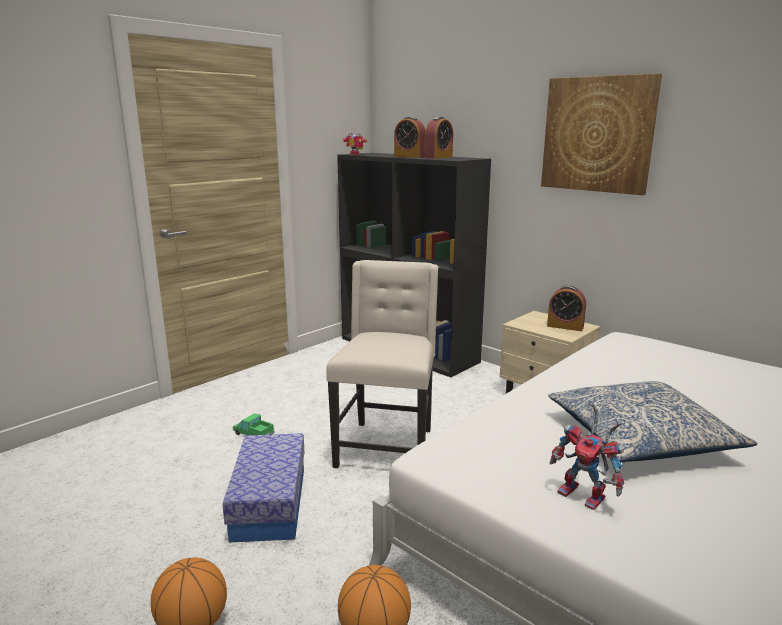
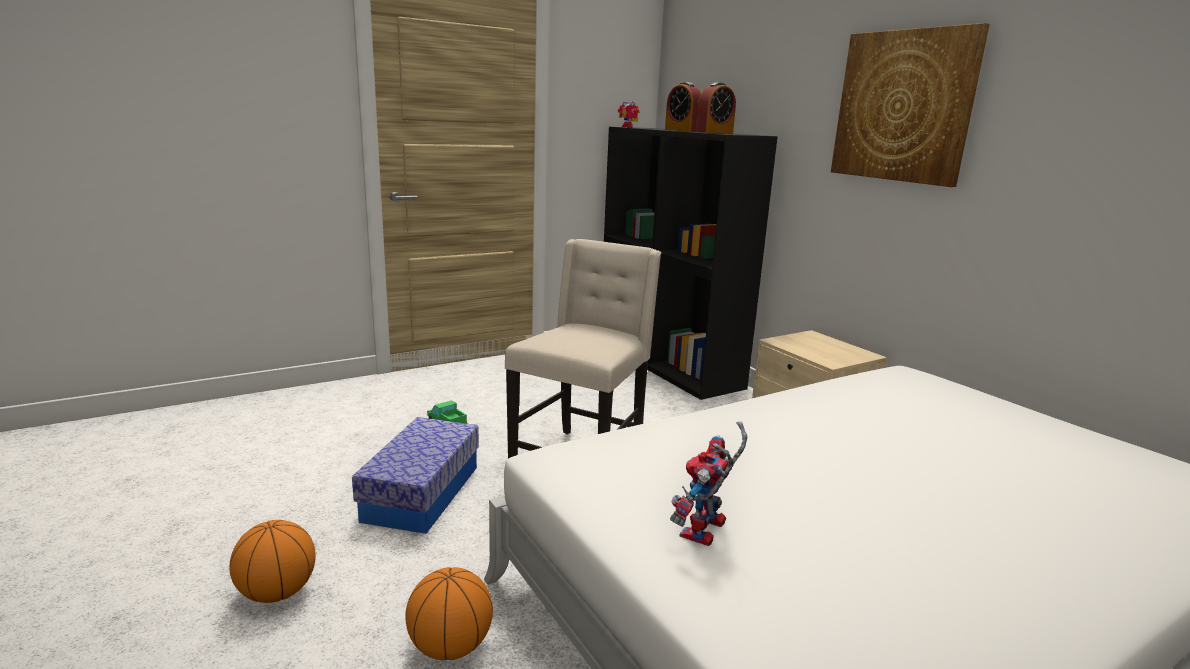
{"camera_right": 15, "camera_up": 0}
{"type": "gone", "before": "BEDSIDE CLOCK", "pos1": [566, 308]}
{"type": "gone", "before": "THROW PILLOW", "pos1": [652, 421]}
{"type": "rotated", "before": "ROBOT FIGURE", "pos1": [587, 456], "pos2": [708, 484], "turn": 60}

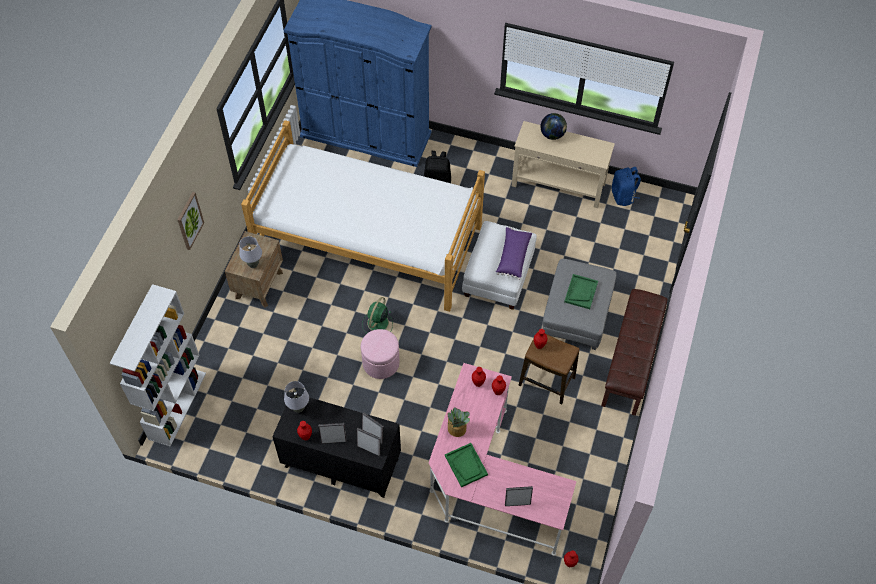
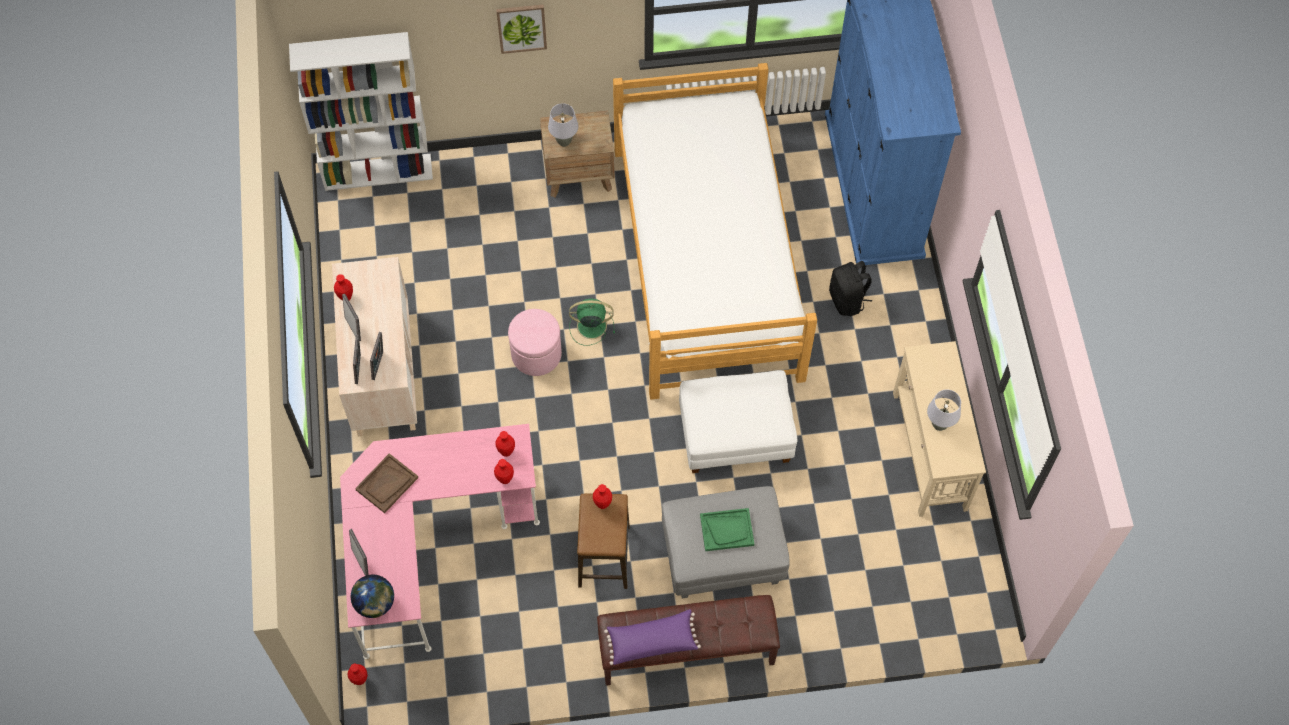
{"camera_right": 65, "camera_up": 5}
{"type": "repainted", "before": "BLACK-COLOURED CHEST OF DRAWERS", "after": "BEIGE CHEST OF DRAWERS", "pos1": [336, 445], "pos2": [374, 347]}
{"type": "shifted", "before": "GREYISH TABLETOP LAMP", "pos1": [296, 397], "pos2": [944, 410]}
{"type": "repainted", "before": "GREEN TRAY", "after": "BROWN-COLOURED TRAY", "pos1": [466, 465], "pos2": [386, 483]}
{"type": "gone", "before": "POTTED PLANT", "pos1": [459, 422]}
{"type": "shifted", "before": "PURPLE-COLOURED THROW PILLOW", "pos1": [514, 253], "pos2": [652, 637]}
{"type": "shifted", "before": "WORLD GLOBE", "pos1": [553, 126], "pos2": [372, 596]}
{"type": "gone", "before": "BLUISH KNAPSACK", "pos1": [626, 186]}

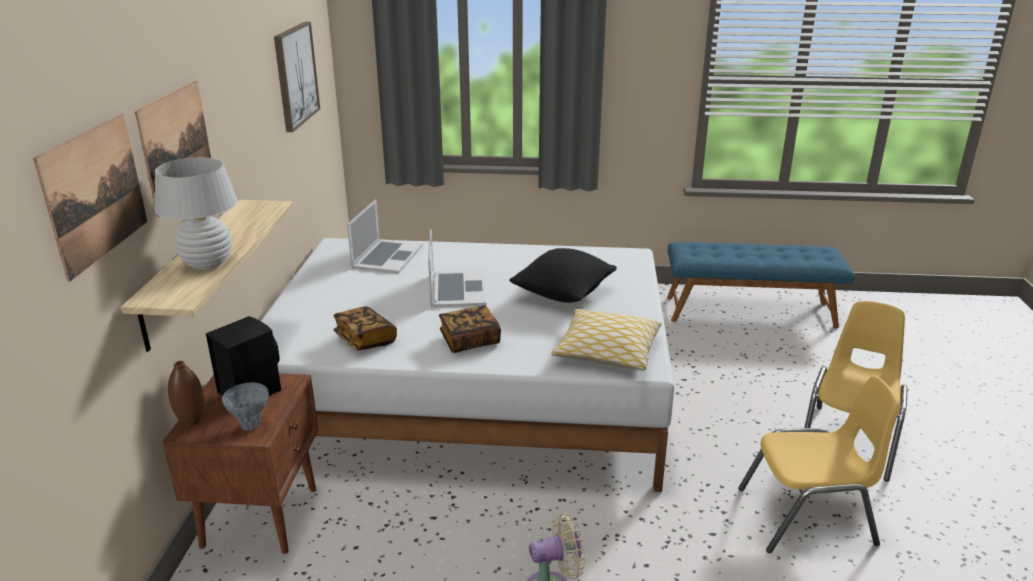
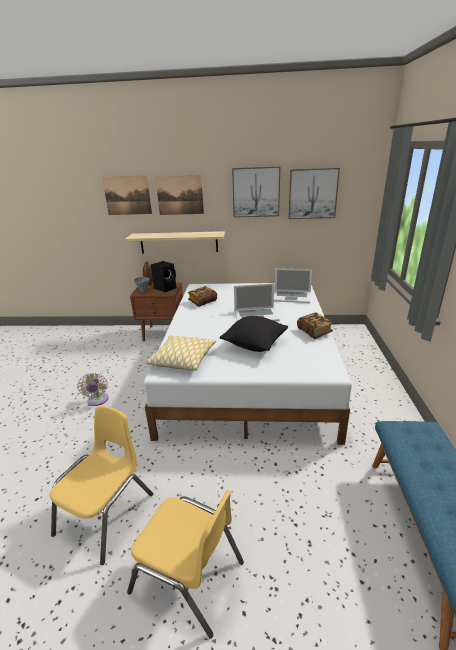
{"camera_right": 90, "camera_up": 0}
{"type": "gone", "before": "WHITE TABLETOP LAMP", "pos1": [196, 213]}
{"type": "shifted", "before": "BOUND BOOK", "pos1": [470, 329], "pos2": [315, 325]}
{"type": "rotated", "before": "YELLOW-COLOURED PLAIN CHAIR", "pos1": [819, 464], "pos2": [101, 485], "turn": -150}
{"type": "new", "after": "WALL PICTURE", "pos2": [256, 192]}

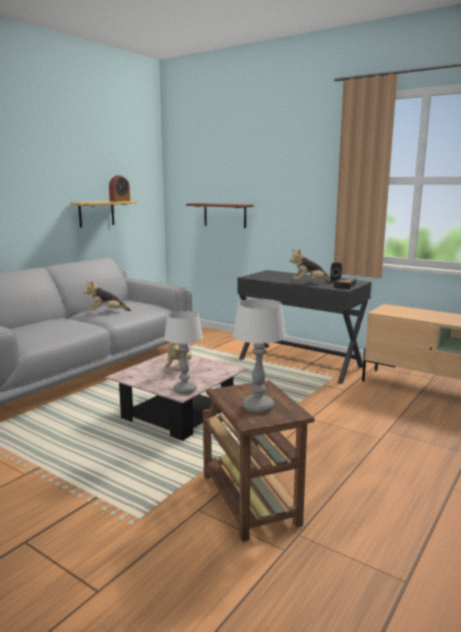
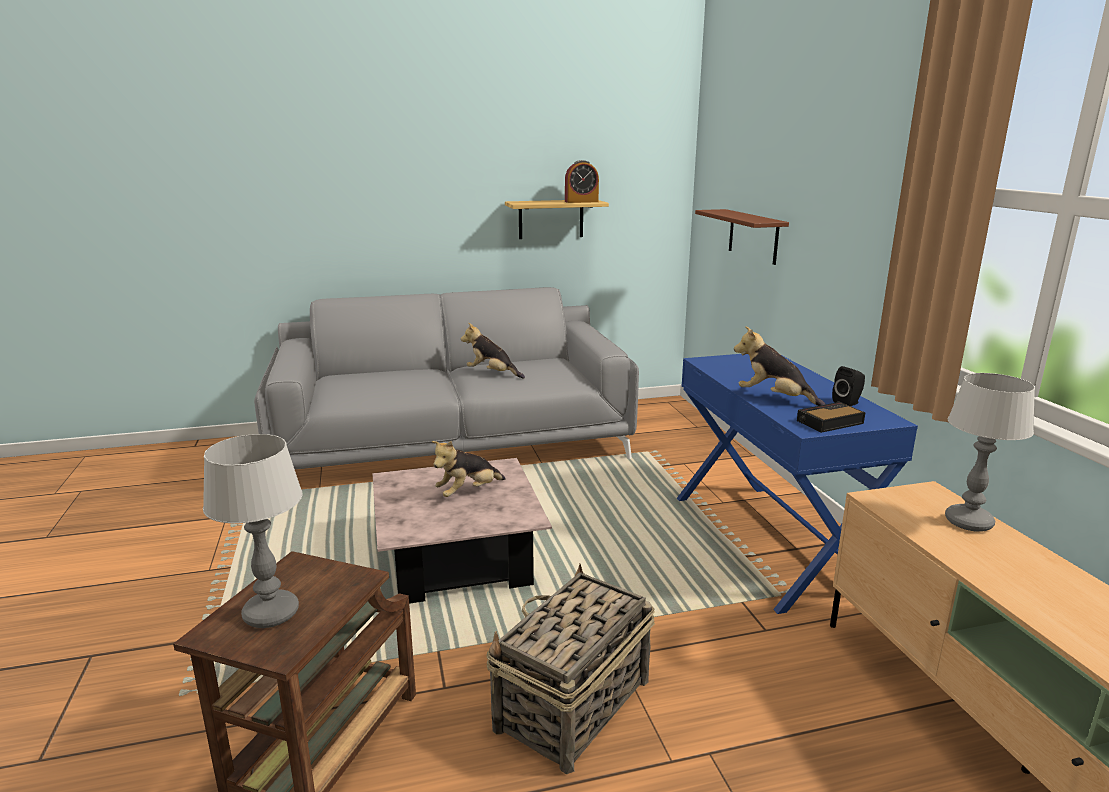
{"camera_right": 40, "camera_up": 5}
{"type": "shifted", "before": "TABLETOP LAMP", "pos1": [183, 352], "pos2": [990, 452]}
{"type": "repainted", "before": "BLACK-COLOURED DESK", "after": "BLUISH DESK", "pos1": [304, 327], "pos2": [797, 484]}
{"type": "new", "after": "BASKET", "pos2": [570, 669]}

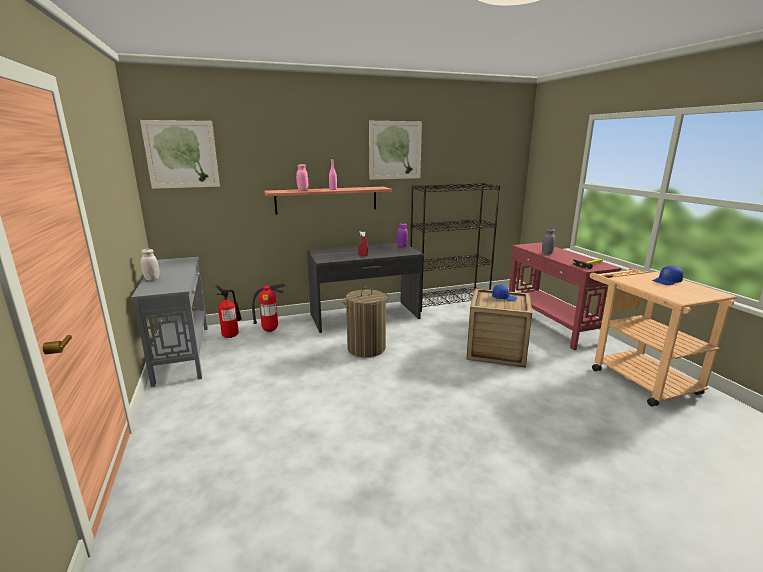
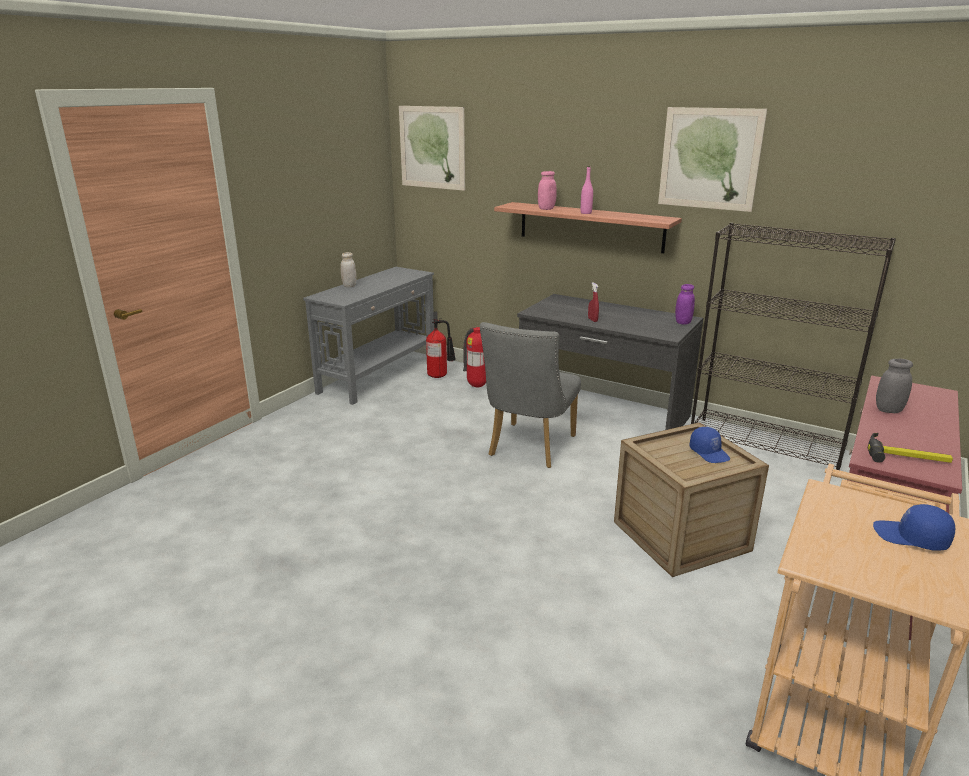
{"camera_right": 50, "camera_up": 5}
{"type": "swapped", "before": "HAMPER", "after": "GREYISH PLAIN CHAIR", "pos1": [365, 322], "pos2": [530, 395]}

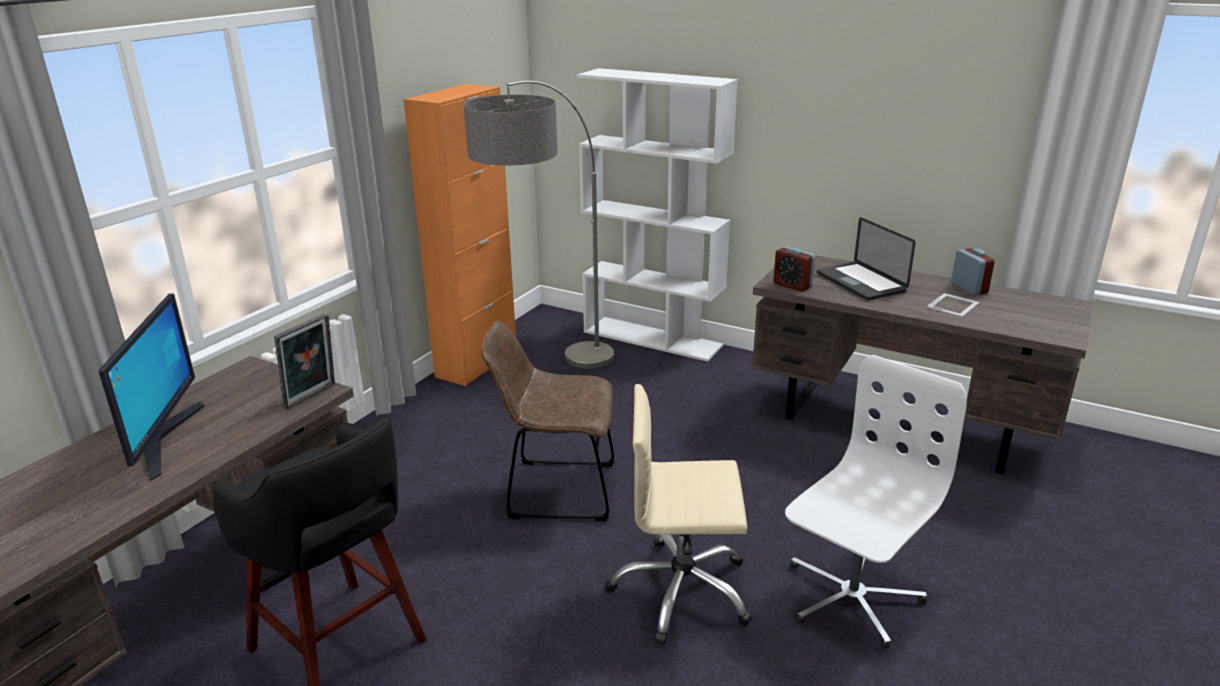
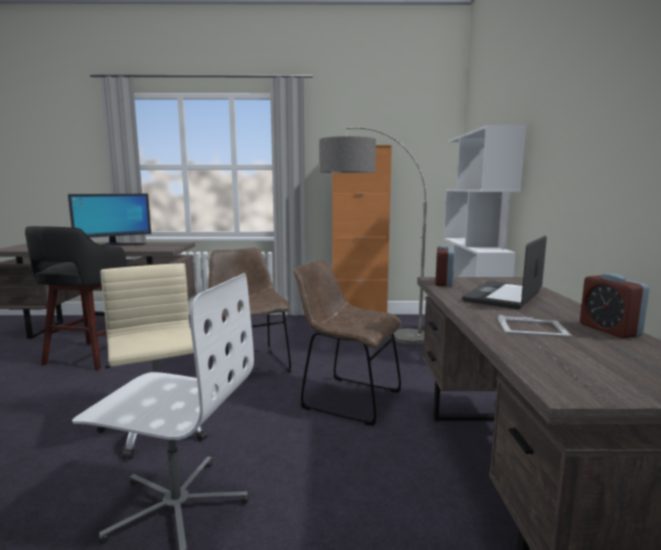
{"camera_right": 60, "camera_up": -15}
{"type": "gone", "before": "PICTURE FRAME", "pos1": [304, 361]}
{"type": "rotated", "before": "BEDSIDE CLOCK", "pos1": [973, 271], "pos2": [615, 306], "turn": 120}
{"type": "new", "after": "BROWN-COLOURED PLAIN CHAIR", "pos2": [348, 343]}

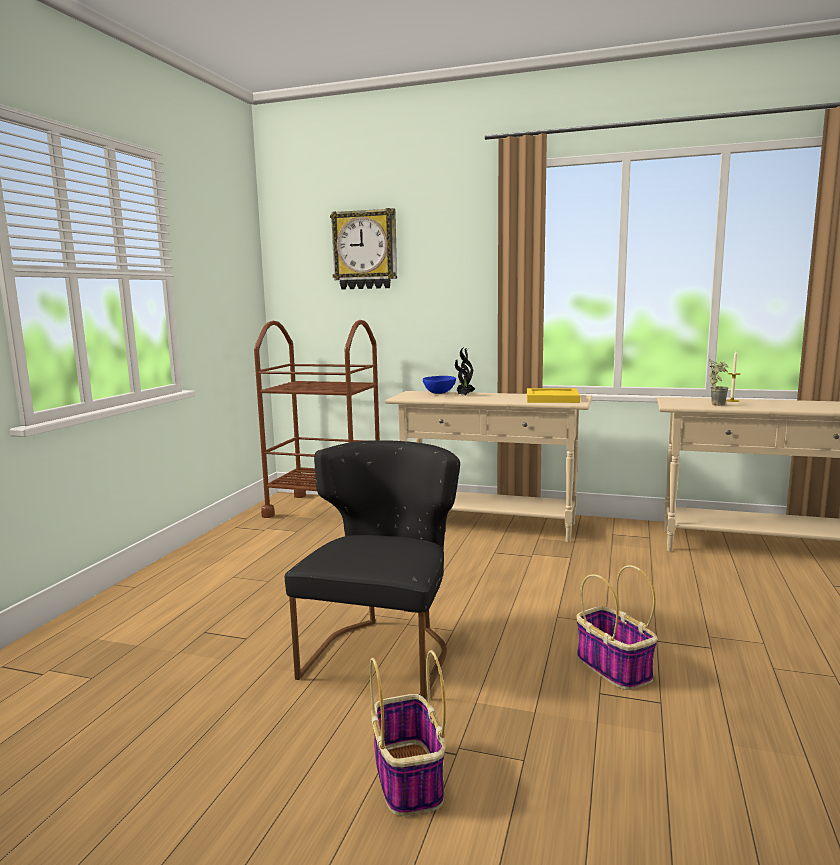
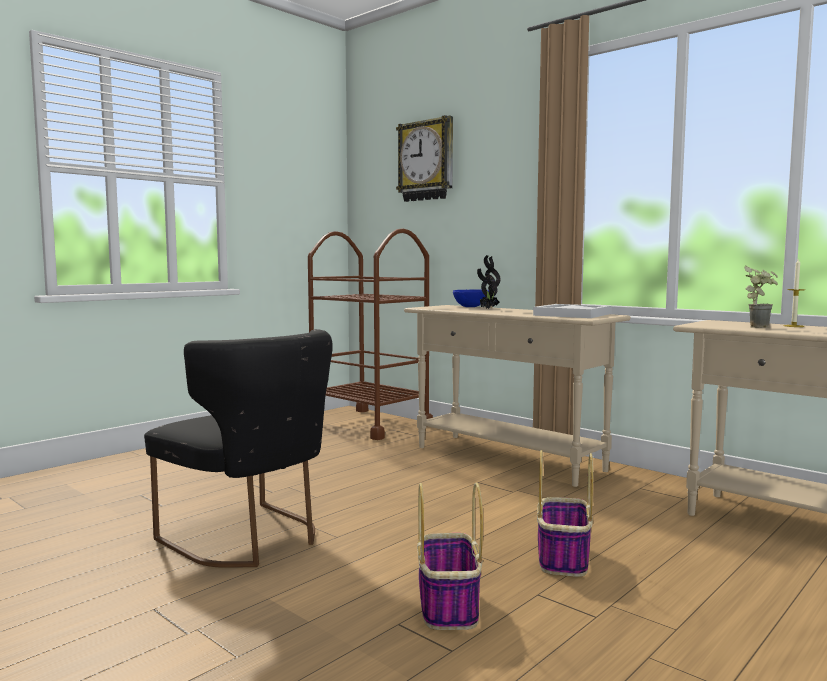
{"camera_right": 25, "camera_up": -5}
{"type": "rotated", "before": "BLACK-COLOURED PLAIN CHAIR", "pos1": [372, 569], "pos2": [238, 448], "turn": 90}
{"type": "shifted", "before": "BASKET", "pos1": [408, 733], "pos2": [565, 513]}
{"type": "repainted", "before": "YELLOW-COLOURED TRAY", "after": "WHITE TRAY", "pos1": [553, 395], "pos2": [572, 311]}

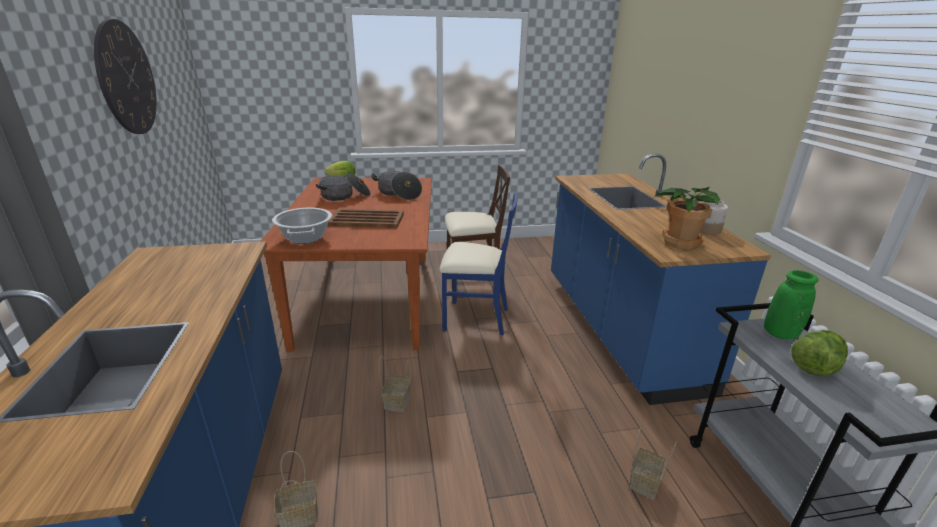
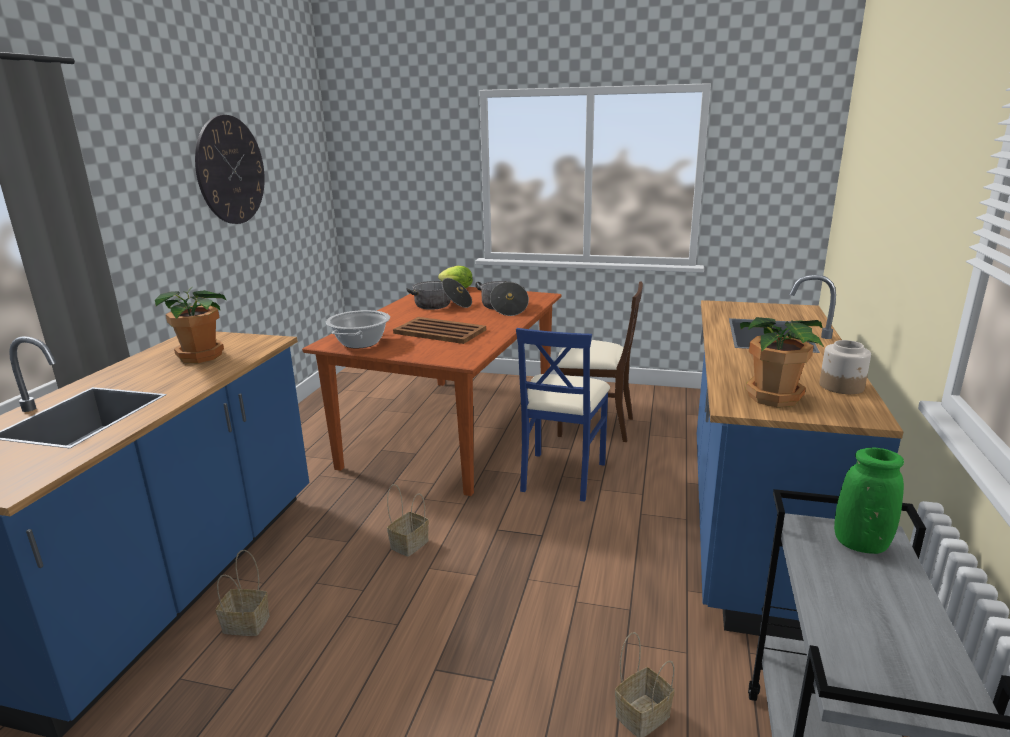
{"camera_right": 25, "camera_up": -5}
{"type": "rotated", "before": "BLUISH PLAIN CHAIR", "pos1": [478, 263], "pos2": [563, 415], "turn": 75}
{"type": "gone", "before": "LETTUCE HEAD", "pos1": [819, 353]}
{"type": "new", "after": "POTTED PLANT", "pos2": [191, 324]}

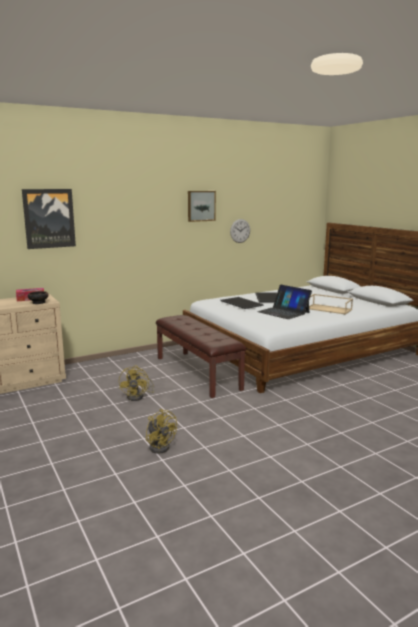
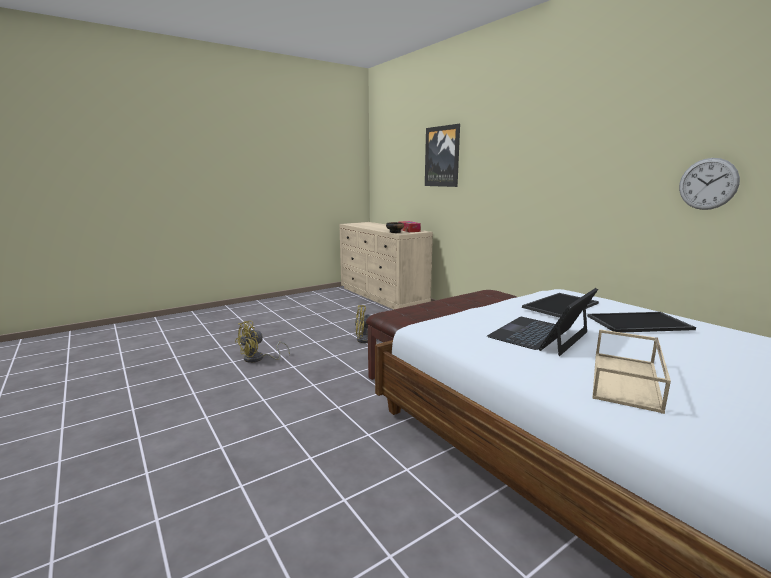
{"camera_right": 85, "camera_up": 0}
{"type": "gone", "before": "WALL PICTURE", "pos1": [202, 206]}

